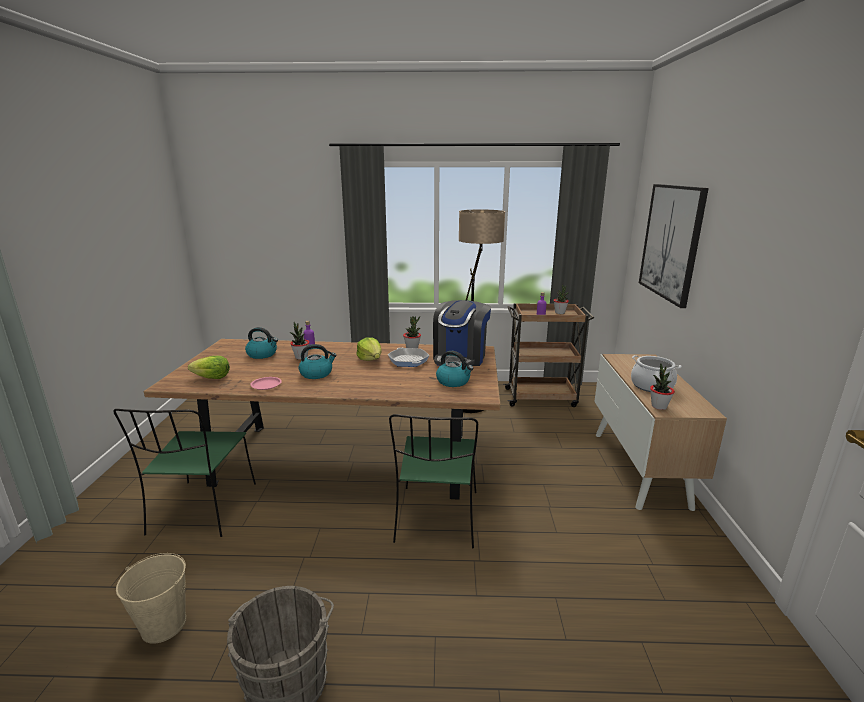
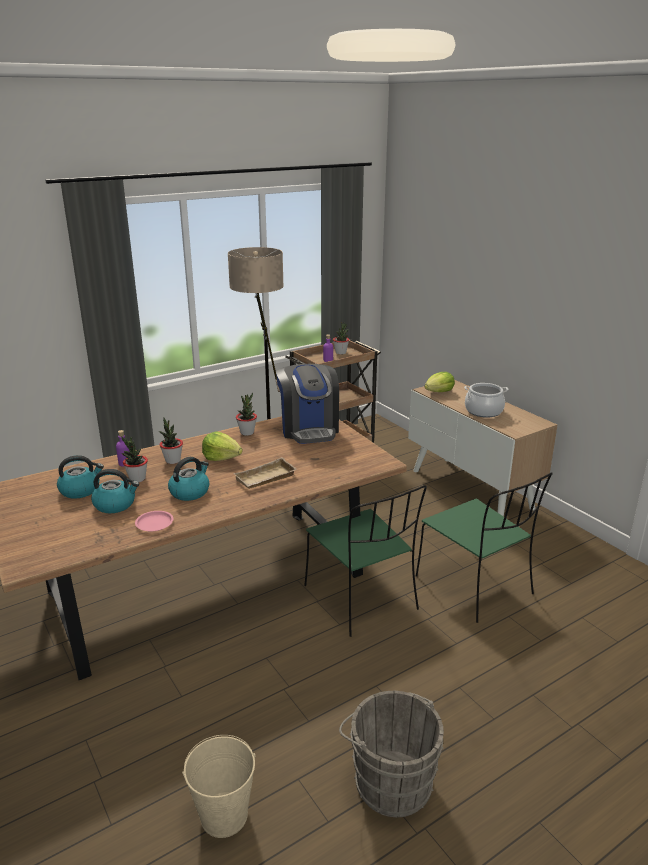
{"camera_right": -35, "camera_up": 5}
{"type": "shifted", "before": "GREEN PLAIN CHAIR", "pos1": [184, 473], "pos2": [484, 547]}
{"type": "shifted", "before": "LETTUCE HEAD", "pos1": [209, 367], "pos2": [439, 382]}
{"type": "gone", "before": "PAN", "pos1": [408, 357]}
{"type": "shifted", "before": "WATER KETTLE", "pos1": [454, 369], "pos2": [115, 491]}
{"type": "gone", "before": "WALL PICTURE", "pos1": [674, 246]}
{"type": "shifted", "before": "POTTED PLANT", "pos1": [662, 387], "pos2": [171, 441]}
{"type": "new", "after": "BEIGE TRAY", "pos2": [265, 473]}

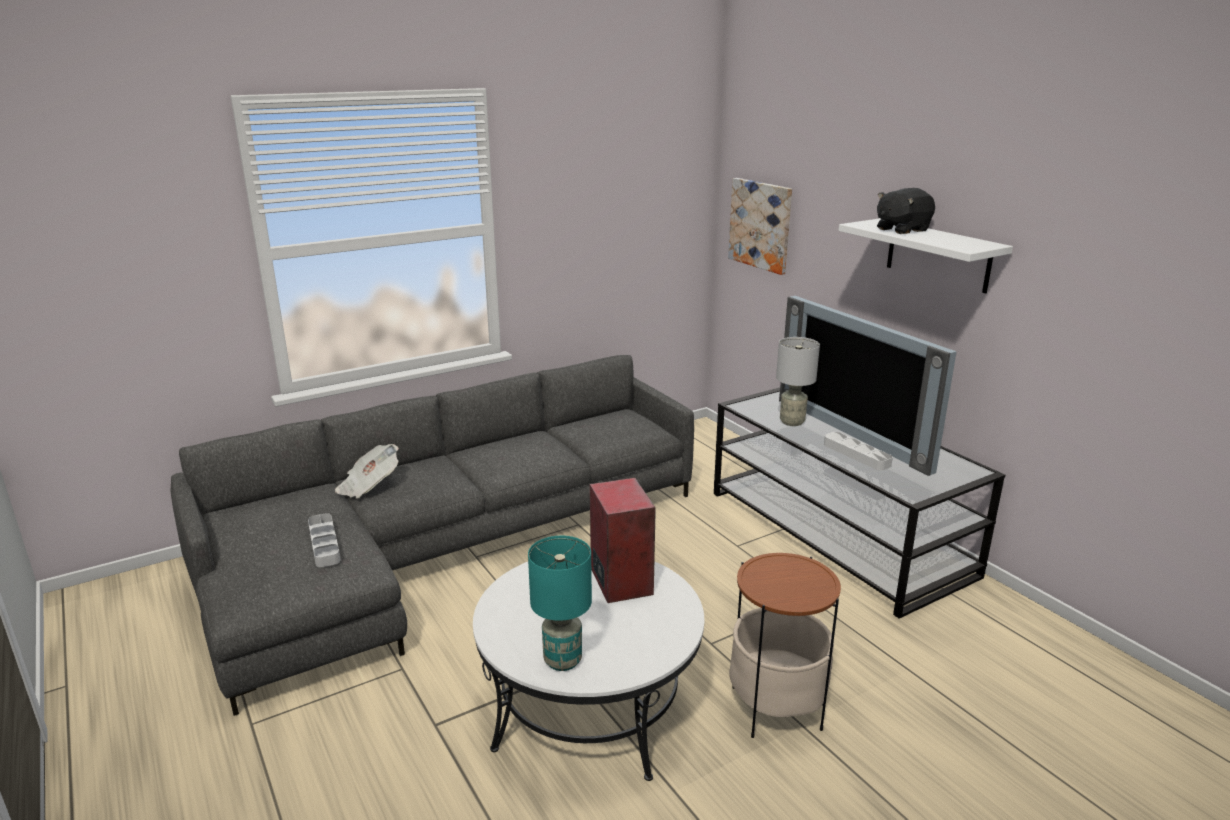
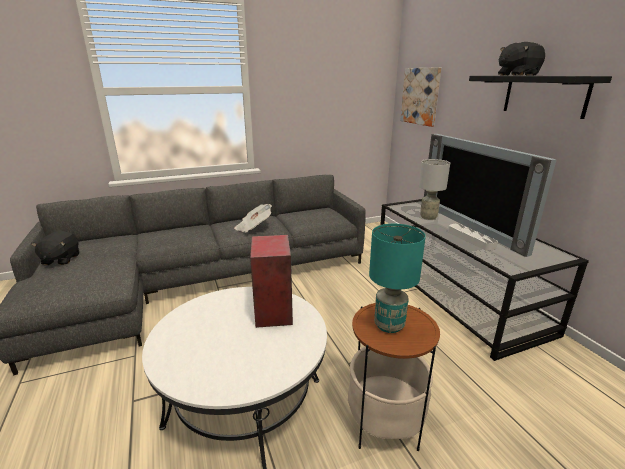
{"camera_right": 10, "camera_up": 0}
{"type": "gone", "before": "GREYISH TRAY", "pos1": [324, 540]}
{"type": "shifted", "before": "PRINTED PAPER", "pos1": [367, 471], "pos2": [253, 218]}
{"type": "shifted", "before": "TURQUOISE TABLETOP LAMP", "pos1": [560, 603], "pos2": [397, 278]}
{"type": "repainted", "before": "WHITE SHELF", "after": "BLACK-COLOURED SHELF", "pos1": [925, 255], "pos2": [540, 97]}
{"type": "new", "after": "BLACK-COLOURED CUDDLY TOY", "pos2": [55, 248]}

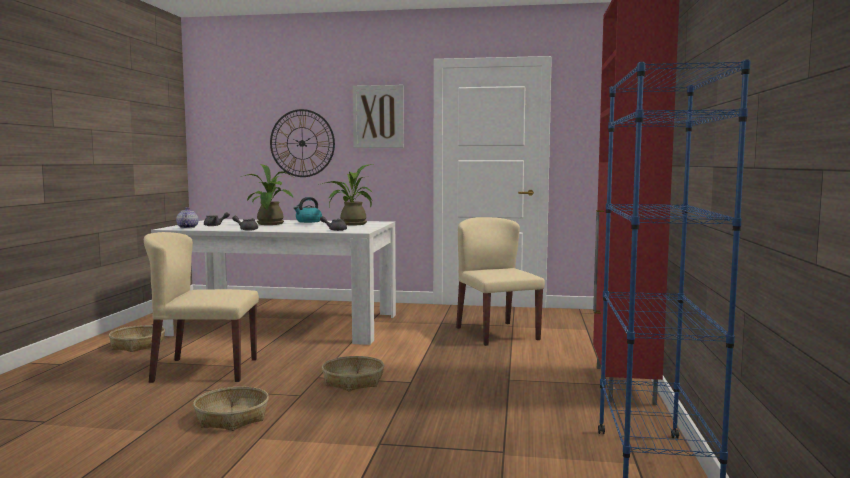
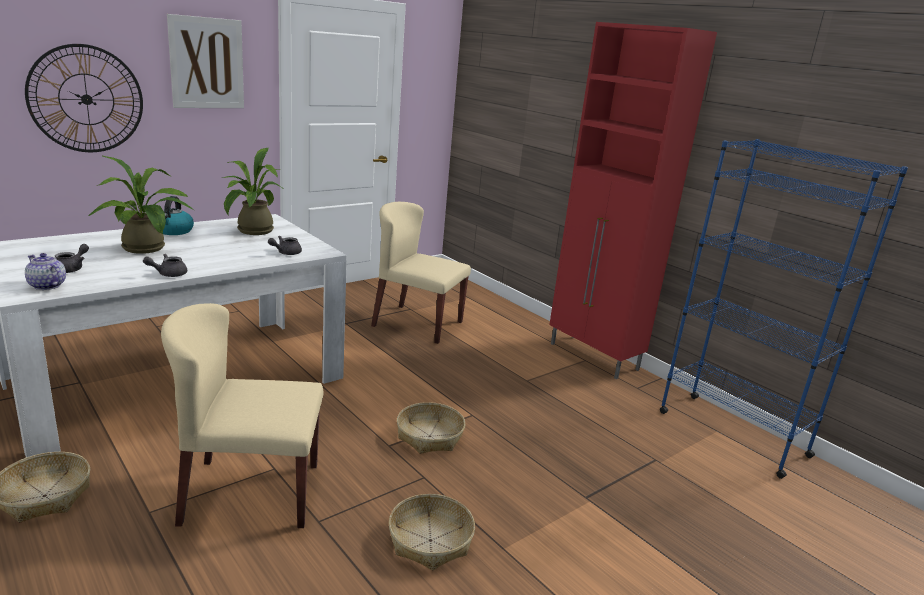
{"camera_right": -50, "camera_up": 15}
{"type": "rotated", "before": "BEIGE PLAIN CHAIR", "pos1": [201, 307], "pos2": [242, 415], "turn": 45}

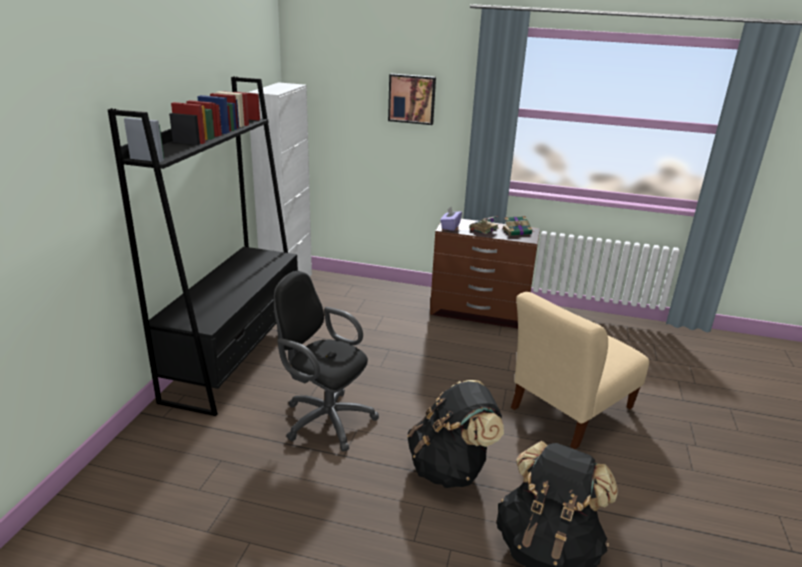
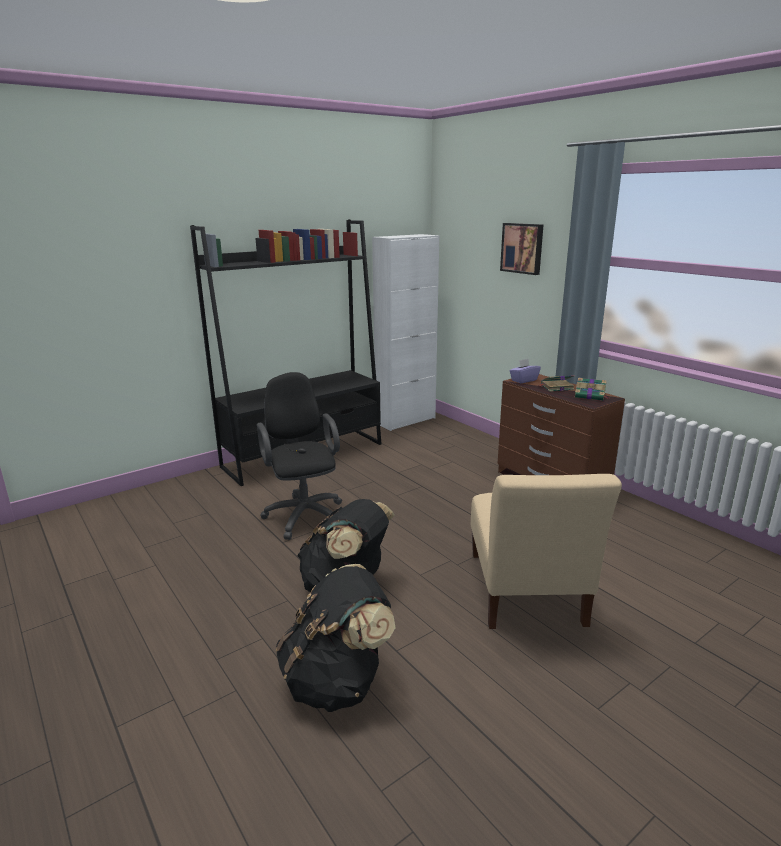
{"camera_right": 40, "camera_up": -5}
{"type": "rotated", "before": "BEIGE PLAIN CHAIR", "pos1": [580, 370], "pos2": [546, 551], "turn": -90}

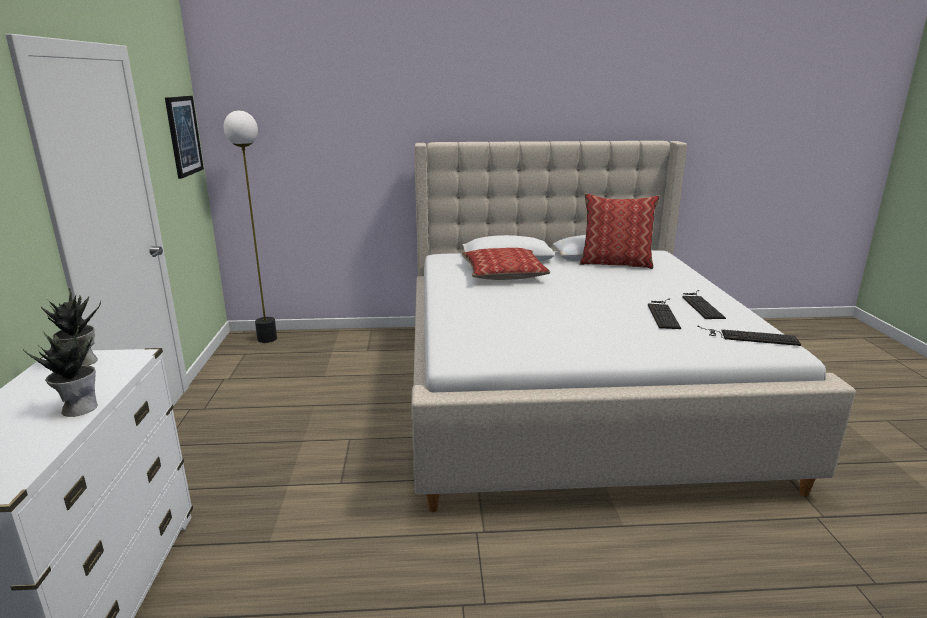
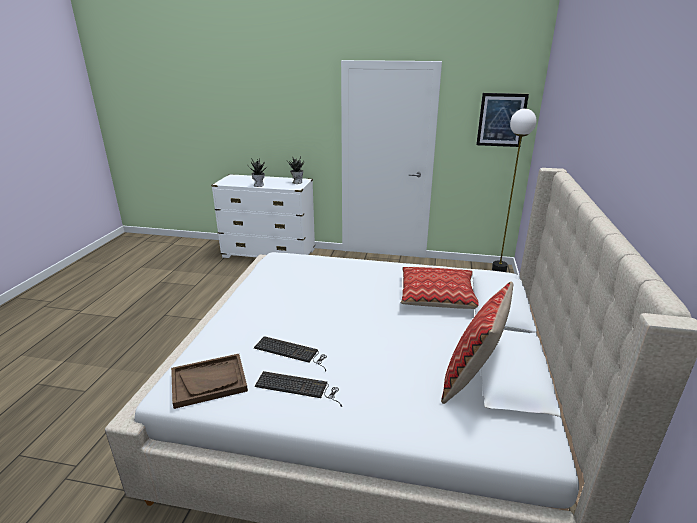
{"camera_right": 105, "camera_up": 5}
{"type": "swapped", "before": "PC KEYBOARD", "after": "BROWN-COLOURED TRAY", "pos1": [749, 335], "pos2": [209, 381]}

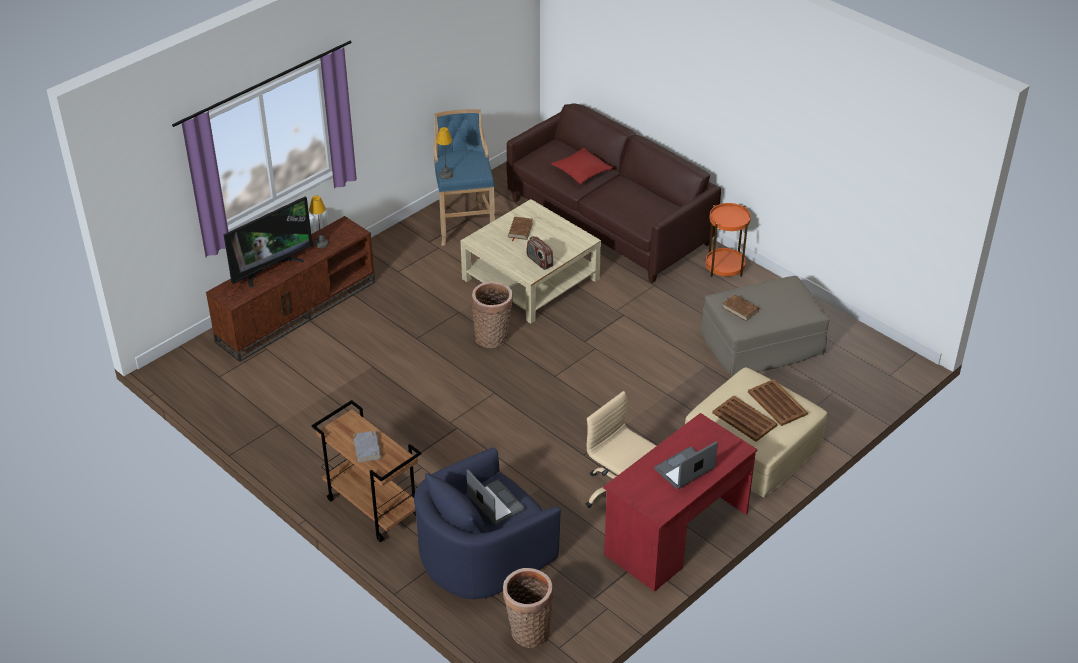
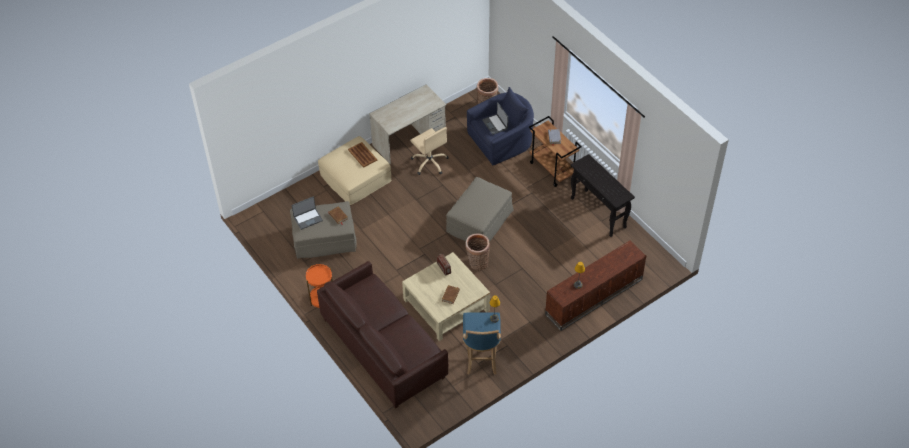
{"camera_right": -170, "camera_up": 10}
{"type": "gone", "before": "TV SET", "pos1": [268, 242]}
{"type": "gone", "before": "RED THROW PILLOW", "pos1": [582, 166]}
{"type": "repainted", "before": "RED DESK", "after": "BEIGE DESK", "pos1": [680, 502], "pos2": [407, 124]}
{"type": "shifted", "before": "PORTABLE COMPUTER", "pos1": [686, 465], "pos2": [307, 213]}
{"type": "gone", "before": "BROWN-COLOURED TRAY", "pos1": [778, 402]}
{"type": "new", "after": "BEIGE FOOTREST", "pos2": [479, 209]}
{"type": "new", "after": "BLACK-COLOURED CONSOLE TABLE", "pos2": [602, 195]}

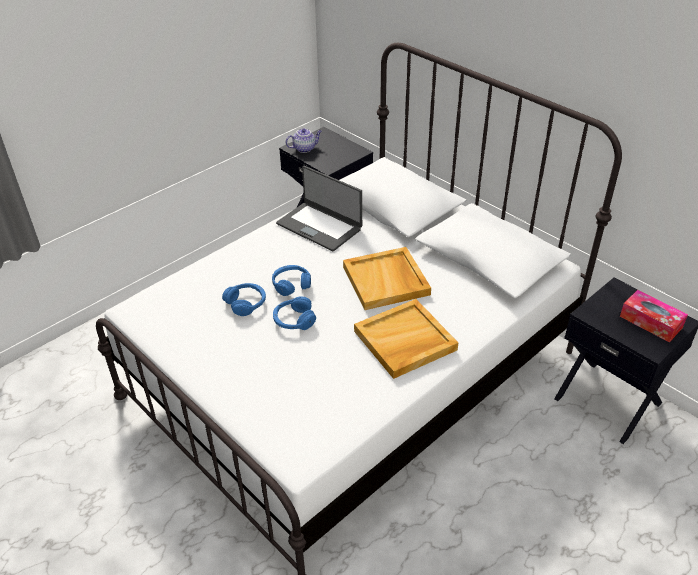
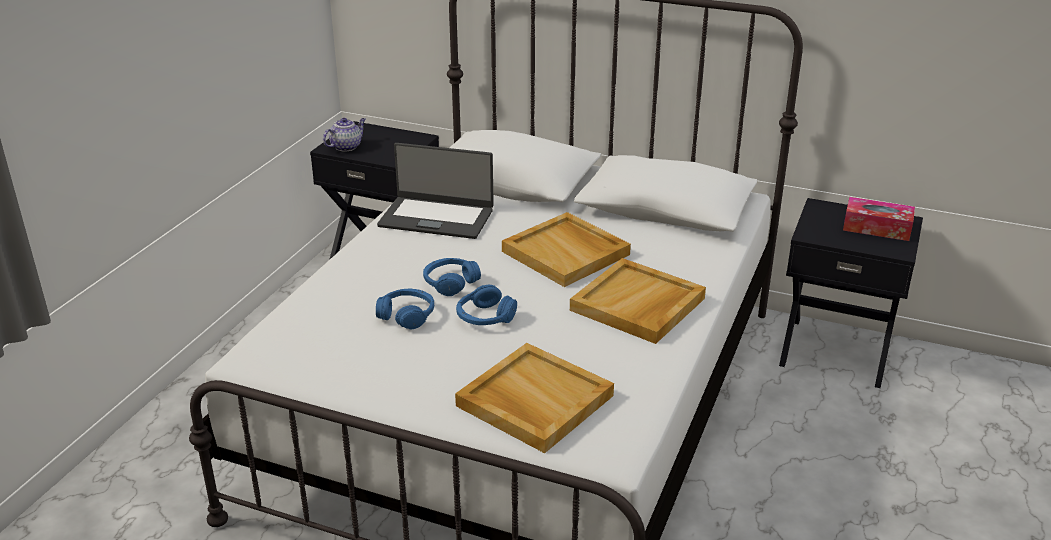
{"camera_right": -25, "camera_up": -10}
{"type": "new", "after": "BEIGE TRAY", "pos2": [534, 398]}

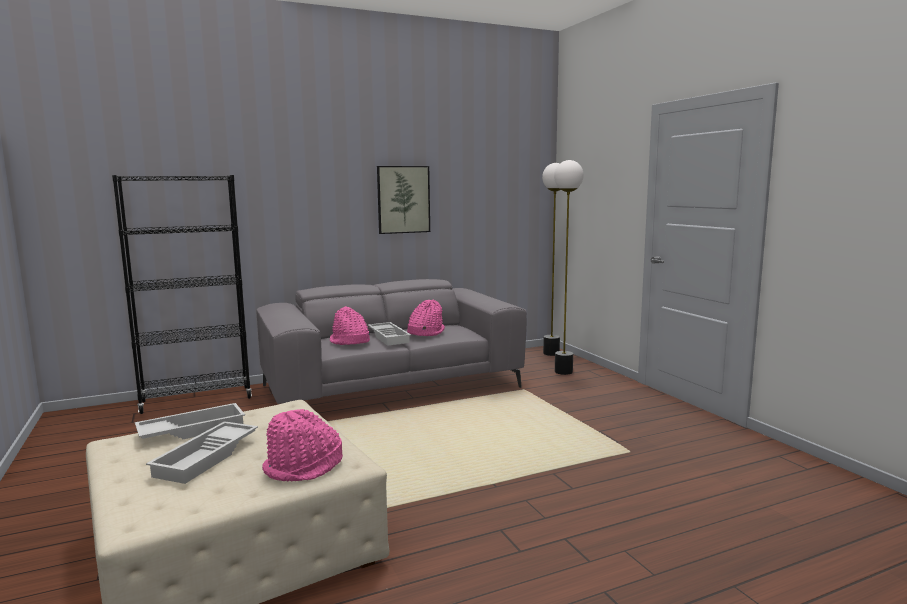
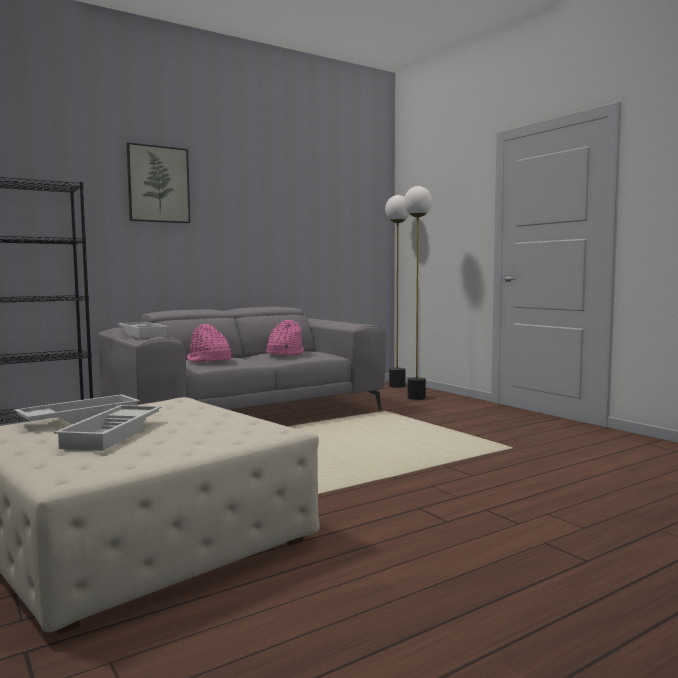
{"camera_right": -10, "camera_up": -5}
{"type": "gone", "before": "PINKISH CLOTHING HAT", "pos1": [302, 445]}
{"type": "shifted", "before": "WHITE TRAY", "pos1": [389, 334], "pos2": [143, 330]}
{"type": "shifted", "before": "WALL PICTURE", "pos1": [403, 200], "pos2": [158, 182]}

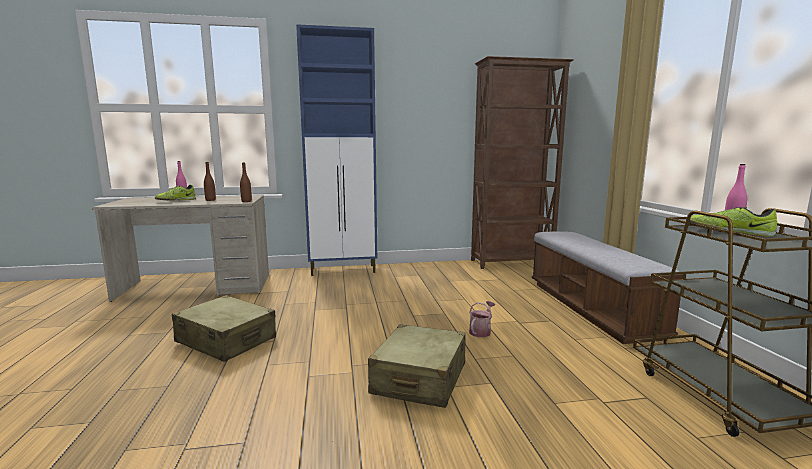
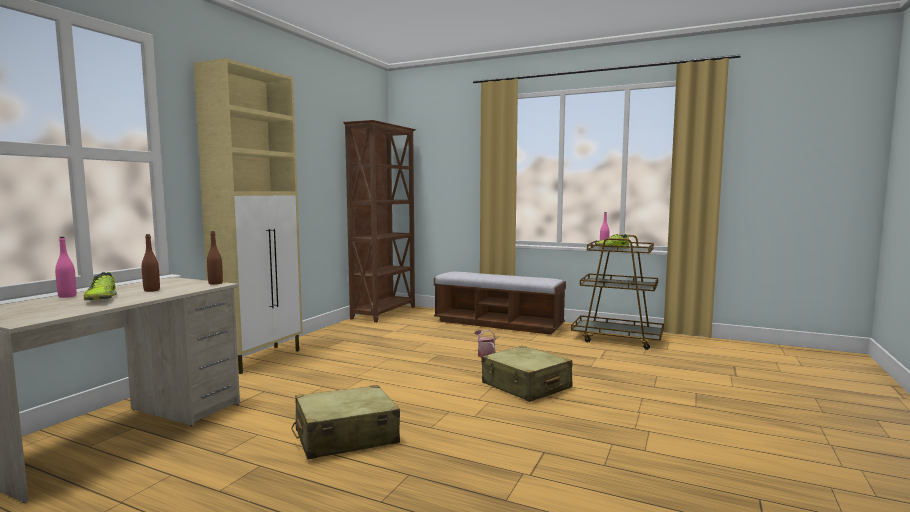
{"camera_right": -55, "camera_up": -5}
{"type": "repainted", "before": "BLUISH STORAGE CABINET", "after": "BEIGE STORAGE CABINET", "pos1": [336, 150], "pos2": [248, 216]}

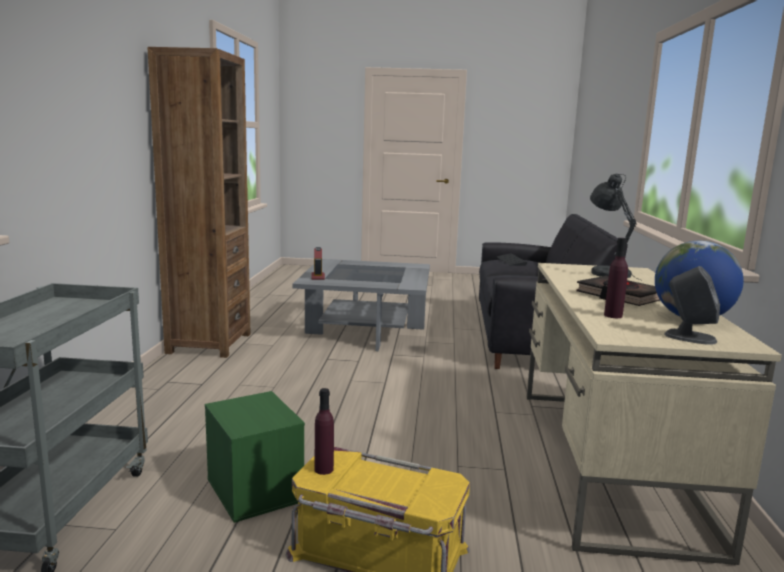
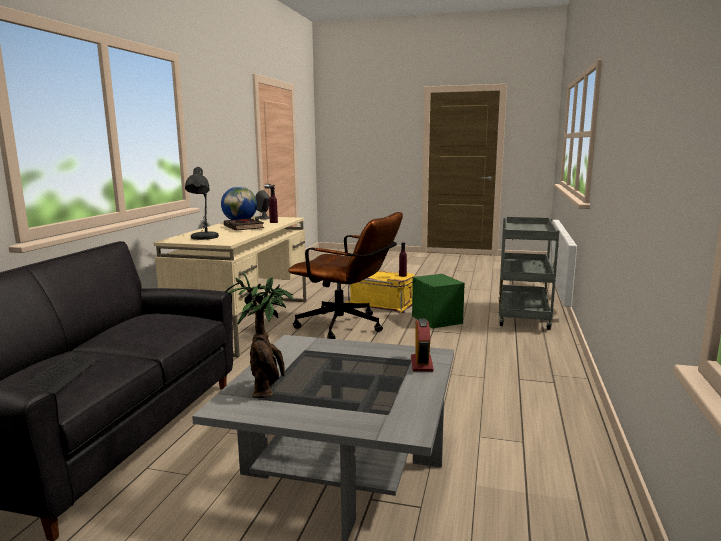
{"camera_right": -170, "camera_up": 0}
{"type": "gone", "before": "BROWN-COLOURED SHELVING UNIT", "pos1": [198, 202]}
{"type": "new", "after": "POTTED PLANT", "pos2": [259, 334]}
{"type": "new", "after": "BROWN-COLOURED DESK CHAIR", "pos2": [345, 275]}

